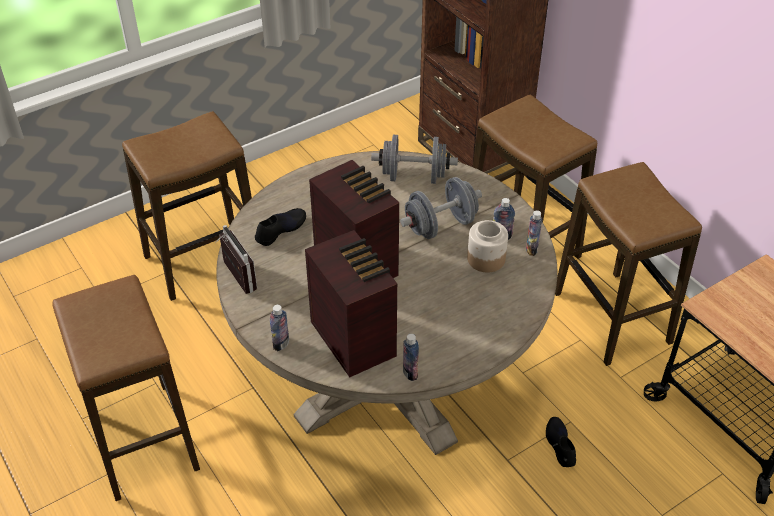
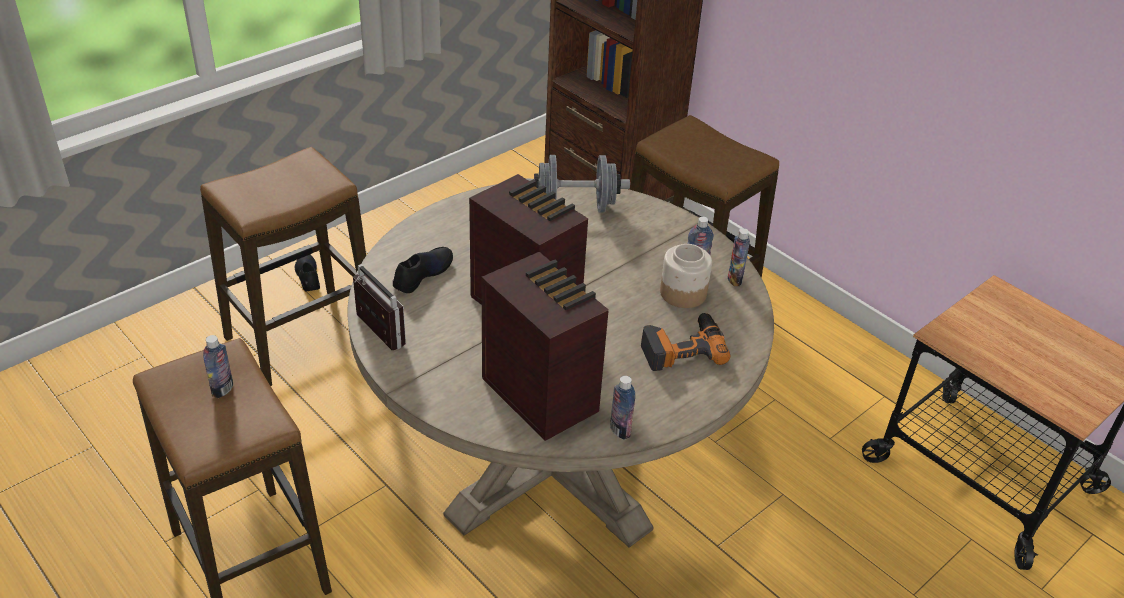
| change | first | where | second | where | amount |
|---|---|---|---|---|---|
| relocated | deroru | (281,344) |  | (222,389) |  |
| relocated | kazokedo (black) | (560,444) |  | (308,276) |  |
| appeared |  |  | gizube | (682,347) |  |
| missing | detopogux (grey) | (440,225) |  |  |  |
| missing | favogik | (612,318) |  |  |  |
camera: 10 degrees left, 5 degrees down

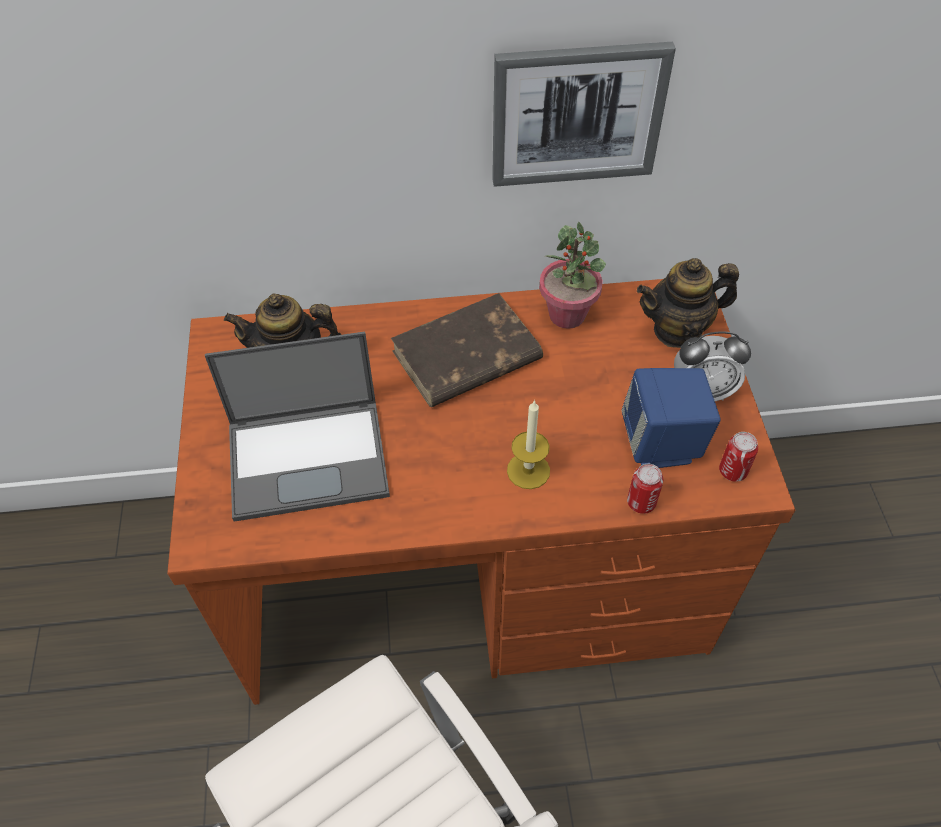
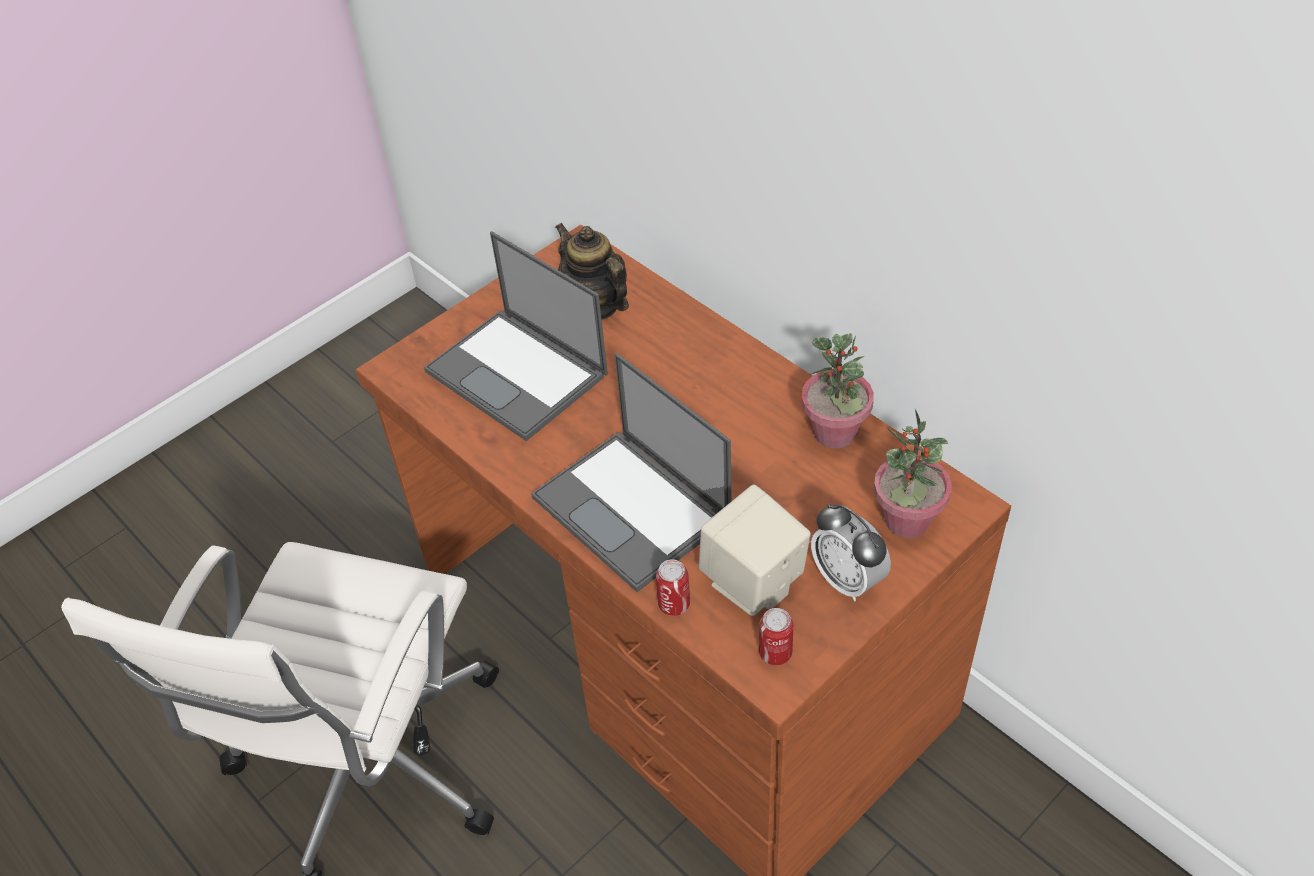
| change | first | where | second | where | amount |
|---|---|---|---|---|---|
| exchanged | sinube | (528,470) | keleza | (633,509) |  |
| colour | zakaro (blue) | (661,444) | zakaro (beige) | (753,583) |  |
| exchanged | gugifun | (678,330) | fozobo | (906,521) |  |
| missing | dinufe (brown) | (465,357) |  |  |  |
| missing | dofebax | (577,114) |  |  |  |
camera: 55 degrees right, 5 degrees down

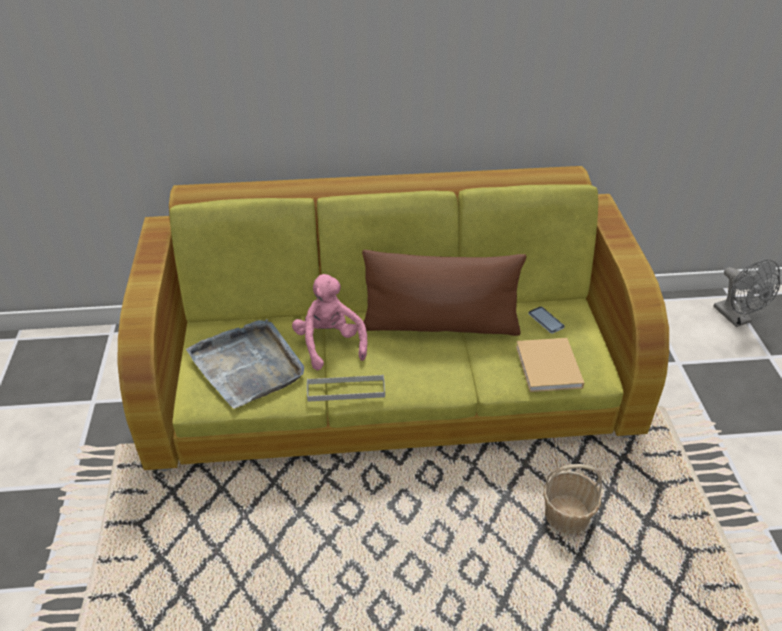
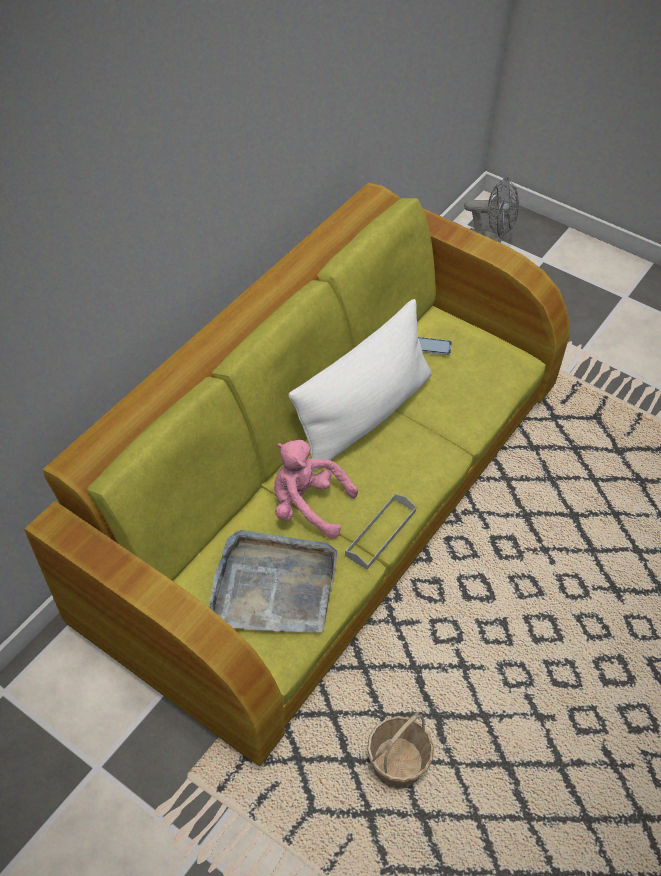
| change | first | where | second | where | amount |
|---|---|---|---|---|---|
| colour | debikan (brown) | (440,325) | debikan (white) | (365,414) |  |
| relocated | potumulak | (567,516) |  | (398,763) |  |
| missing | dinufe (beige) | (549,368) |  |  |  |
camera: 50 degrees left, 10 degrees up

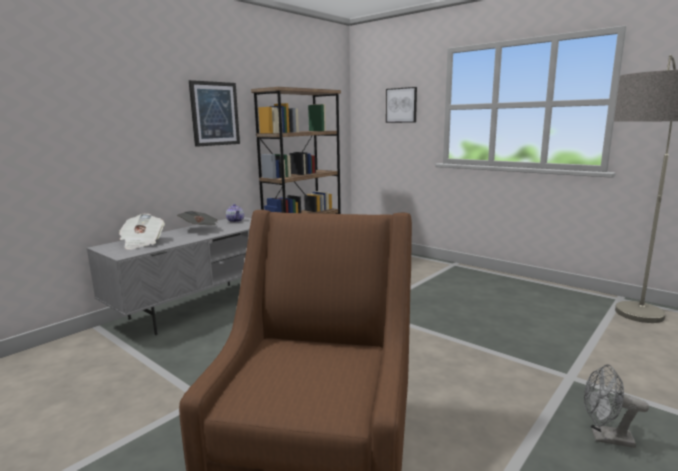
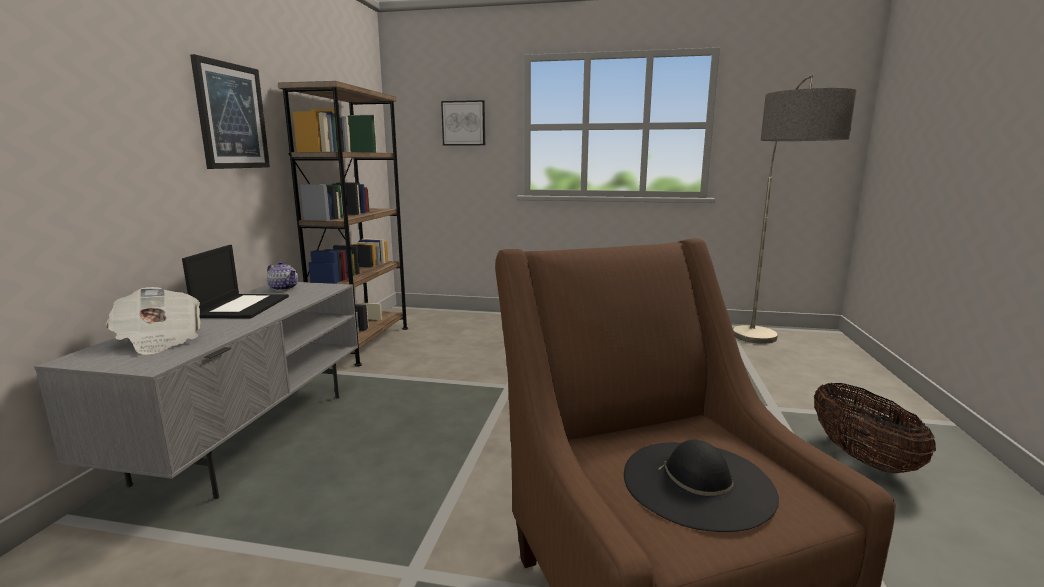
| change | first | where | second | where | amount |
|---|---|---|---|---|---|
| exchanged | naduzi | (200,229) | keleza | (242,306) |  |
| appeared |  |  | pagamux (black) | (698,483) |  |
| exchanged | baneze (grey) | (605,437) | potumulak | (861,457) |  |
camera: 30 degrees left, 0 degrees up

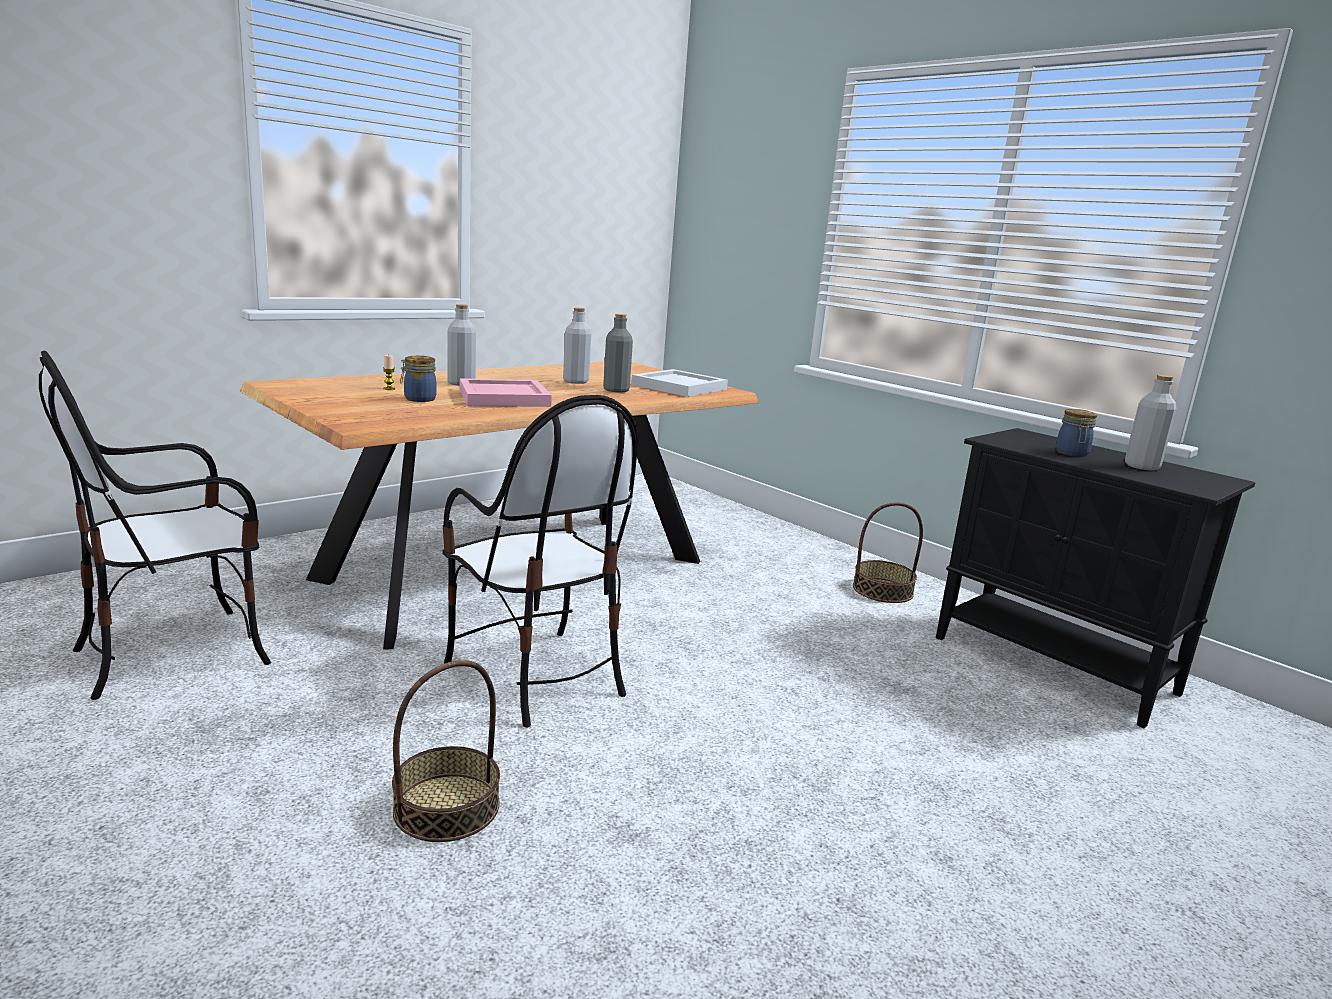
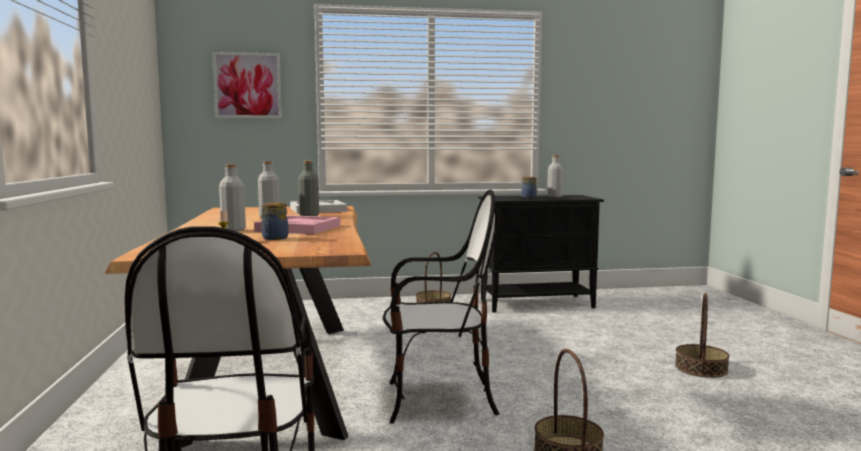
| change | first | where | second | where | amount |
|---|---|---|---|---|---|
| appeared |  |  | dofebax | (247,85) |  |
| appeared |  |  | potumulak | (701,368) |  |
camera: 55 degrees left, 10 degrees down

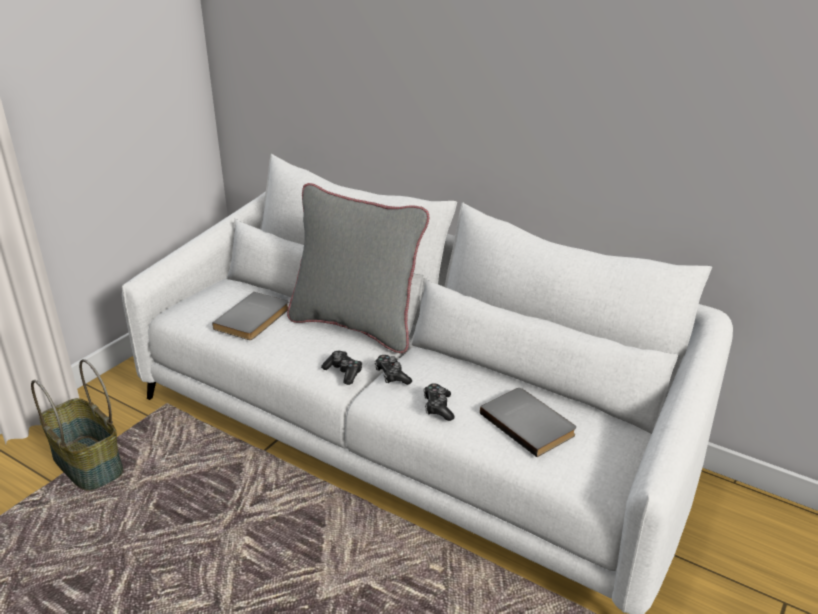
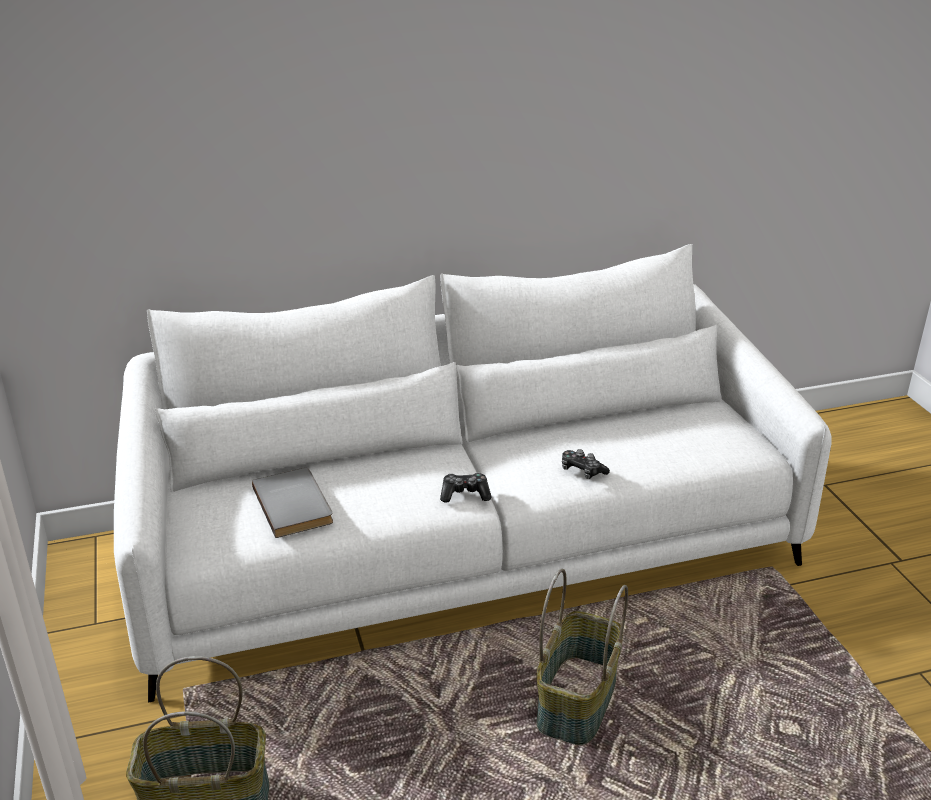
| change | first | where | second | where | amount |
|---|---|---|---|---|---|
| appeared |  |  | potumulak | (578,703) |  |
| missing | debikan (grey) | (356,325) |  |  |  |
| missing | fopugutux | (392,376) |  |  |  |
| missing | dinufe (grey) | (529,423) |  |  |  |
camera: 50 degrees left, 0 degrees up

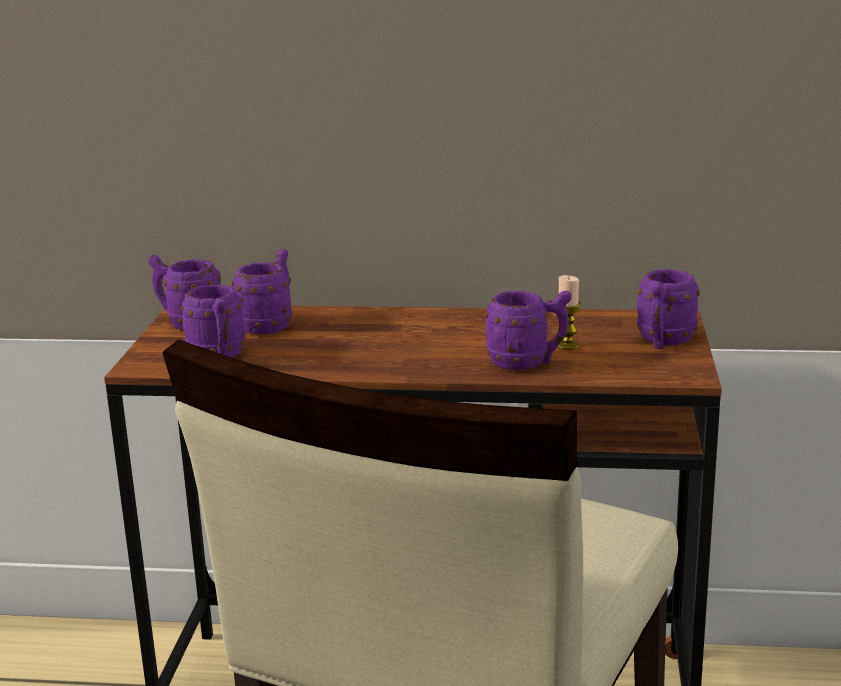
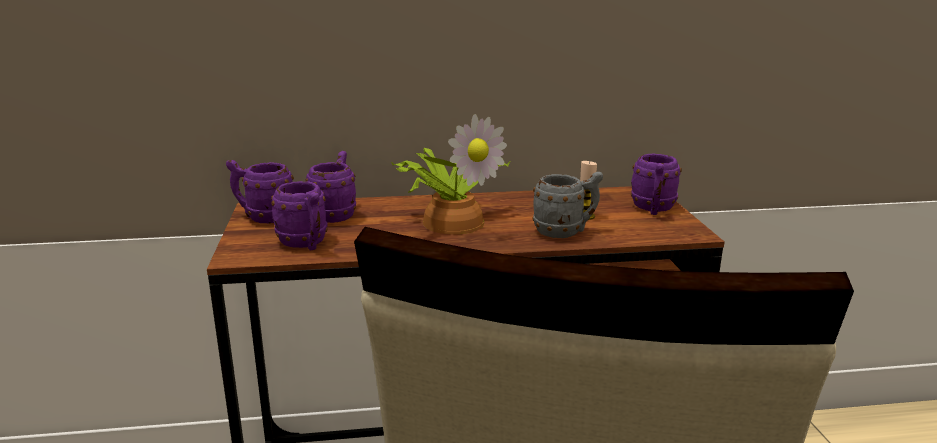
| change | first | where | second | where | amount |
|---|---|---|---|---|---|
| appeared |  |  | fozobo | (453,220) |  |
| colour | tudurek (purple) | (528,363) | tudurek (grey) | (566,232) |  |
camera: 15 degrees left, 0 degrees up

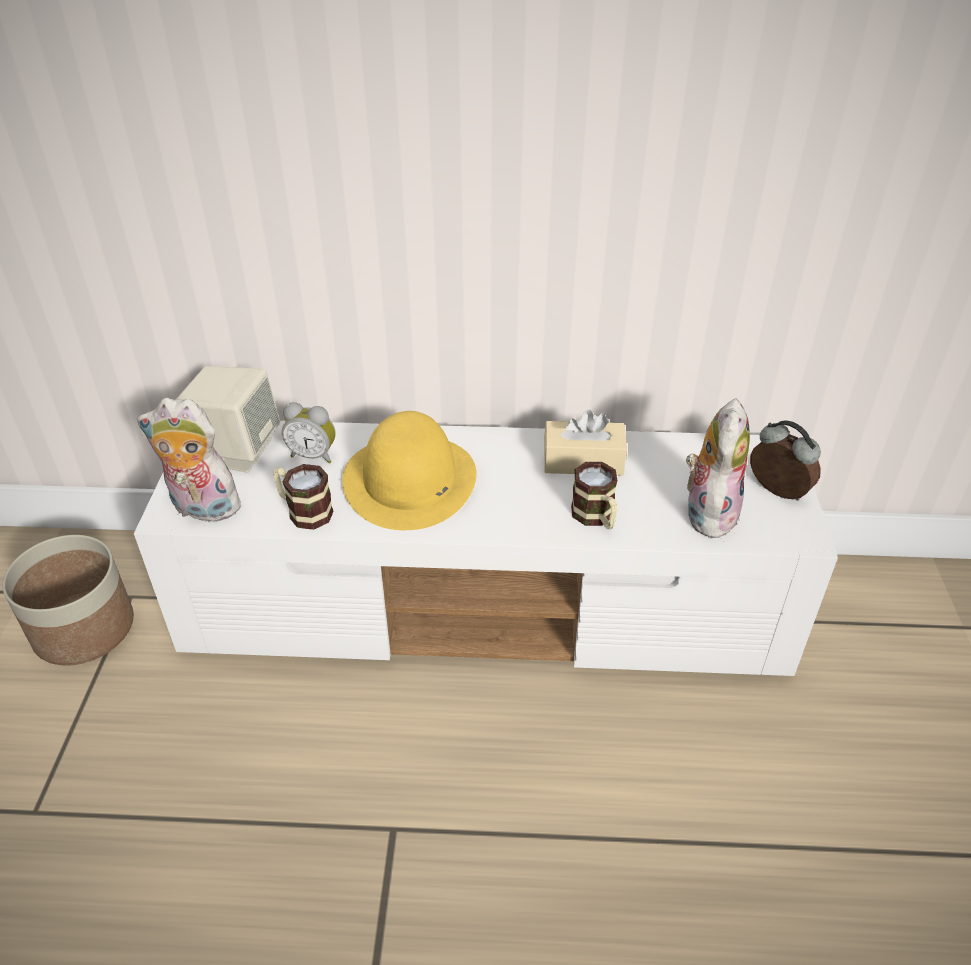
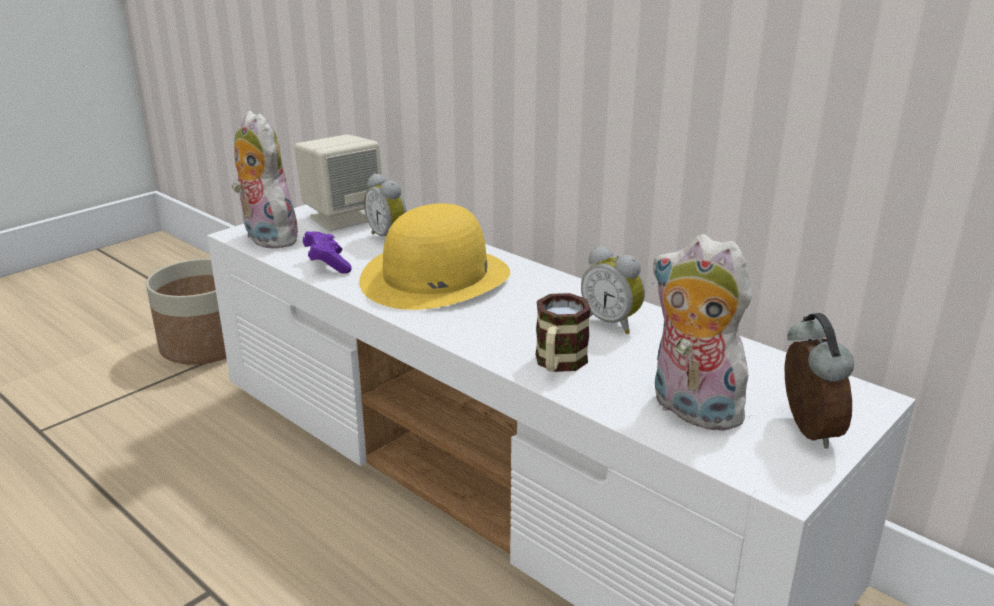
| change | first | where | second | where | amount |
|---|---|---|---|---|---|
| exchanged | tudurek | (304,511) | fopugutux (purple) | (327,264) |  |
| exchanged | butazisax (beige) | (583,461) | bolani | (612,323) |  |
| spun | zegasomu | (708,511) |  | (690,410) | 105 degrees counterclockwise |
camera: 40 degrees right, 15 degrees down

